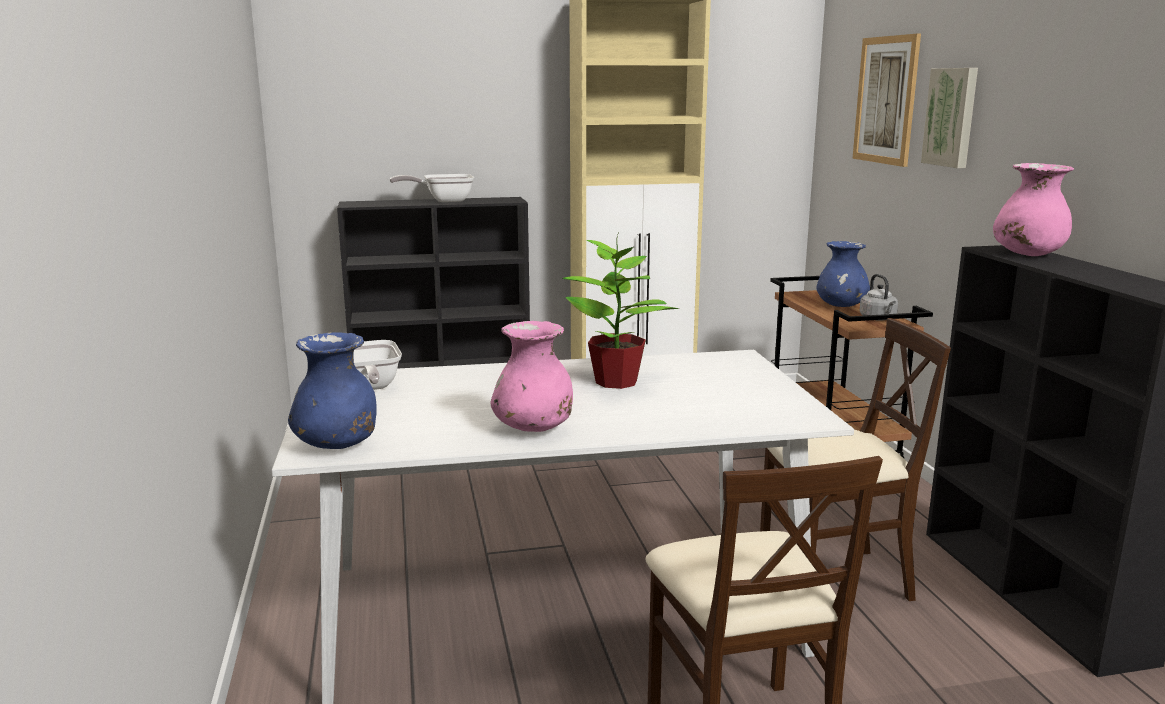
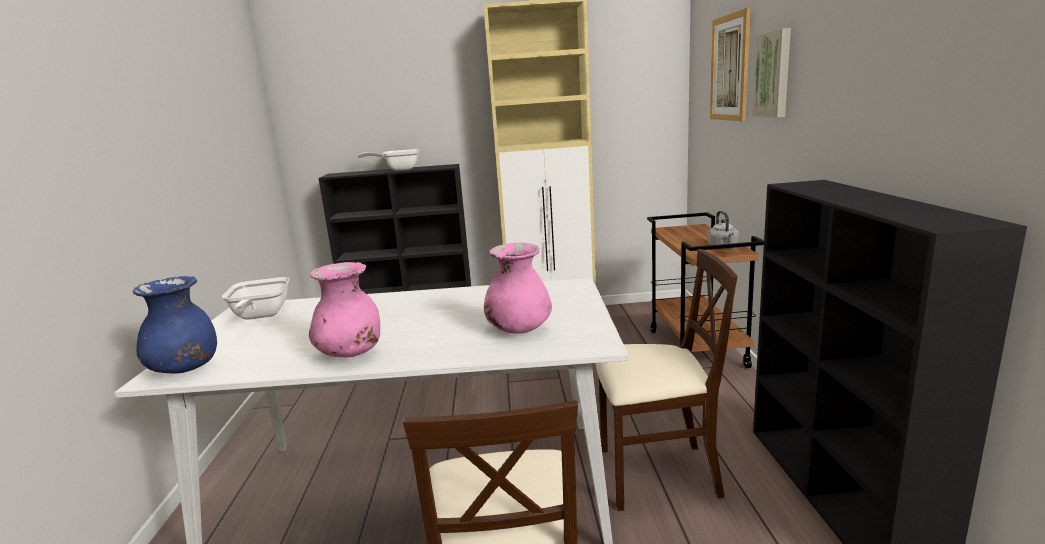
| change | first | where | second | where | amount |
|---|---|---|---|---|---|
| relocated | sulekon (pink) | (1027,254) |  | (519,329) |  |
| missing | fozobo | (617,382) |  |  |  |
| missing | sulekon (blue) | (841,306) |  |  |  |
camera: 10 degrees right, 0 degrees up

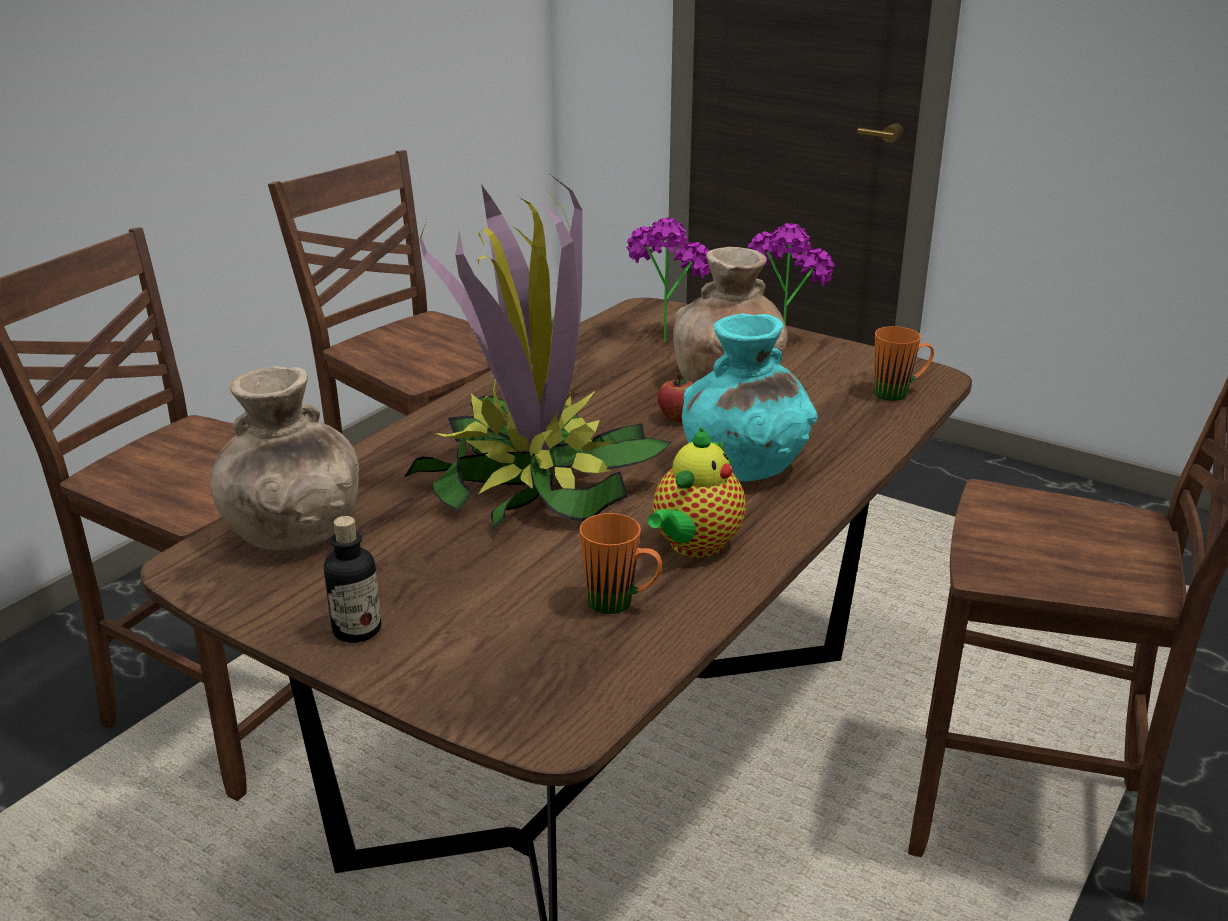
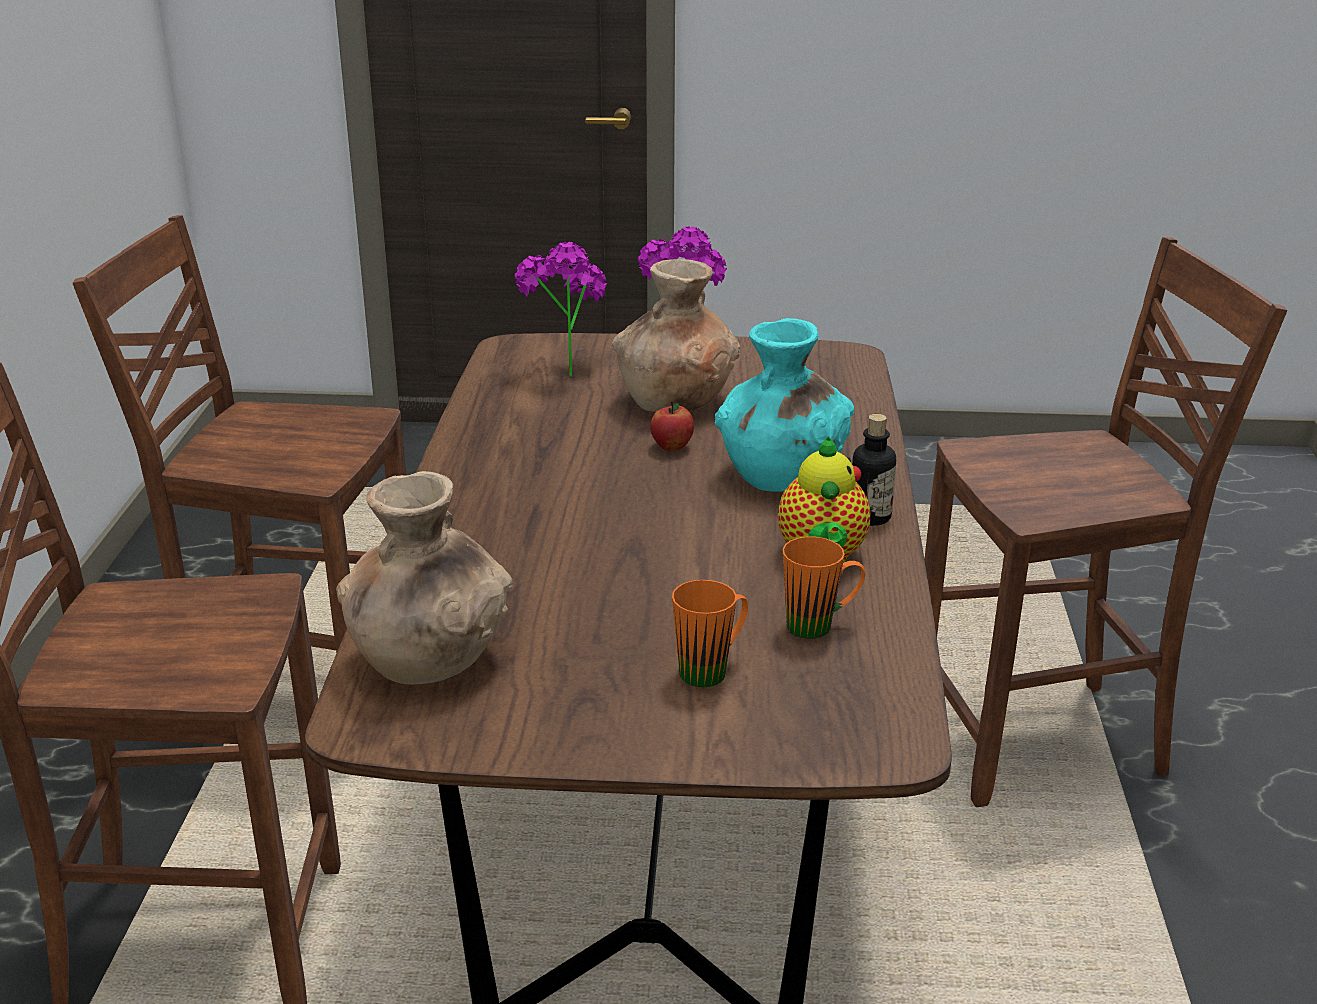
| change | first | where | second | where | amount |
|---|---|---|---|---|---|
| relocated | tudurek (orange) | (899,393) |  | (712,669) |  |
| relocated | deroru | (357,630) |  | (870,517) |  |
| missing | fozobo | (532,481) |  |  |  |
camera: 30 degrees left, 0 degrees up

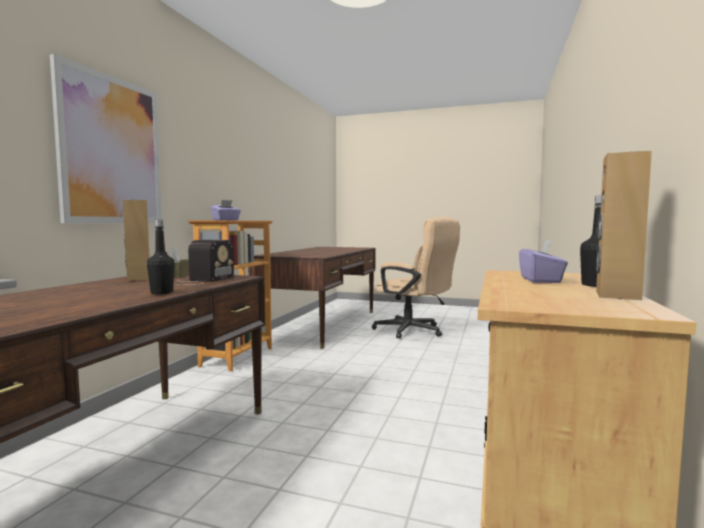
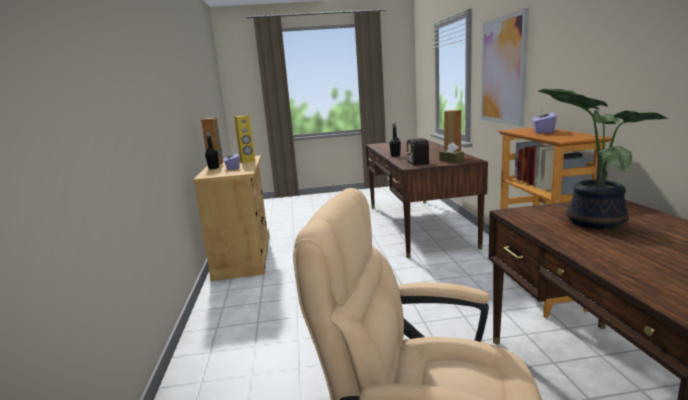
| change | first | where | second | where | amount |
|---|---|---|---|---|---|
| appeared |  |  | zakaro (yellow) | (247,161) |  |
| appeared |  |  | fozobo | (592,221) |  |
camera: 155 degrees right, 10 degrees up

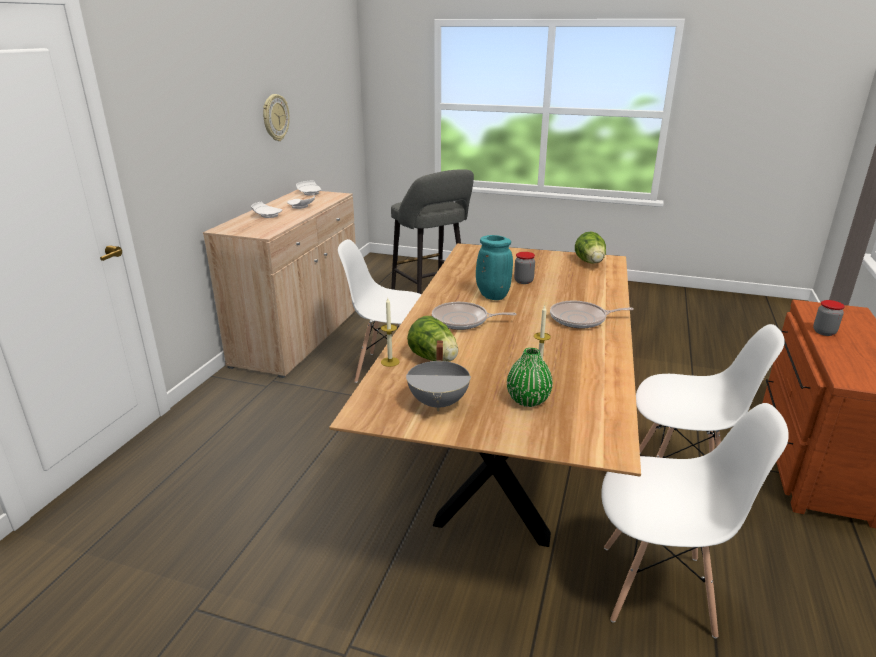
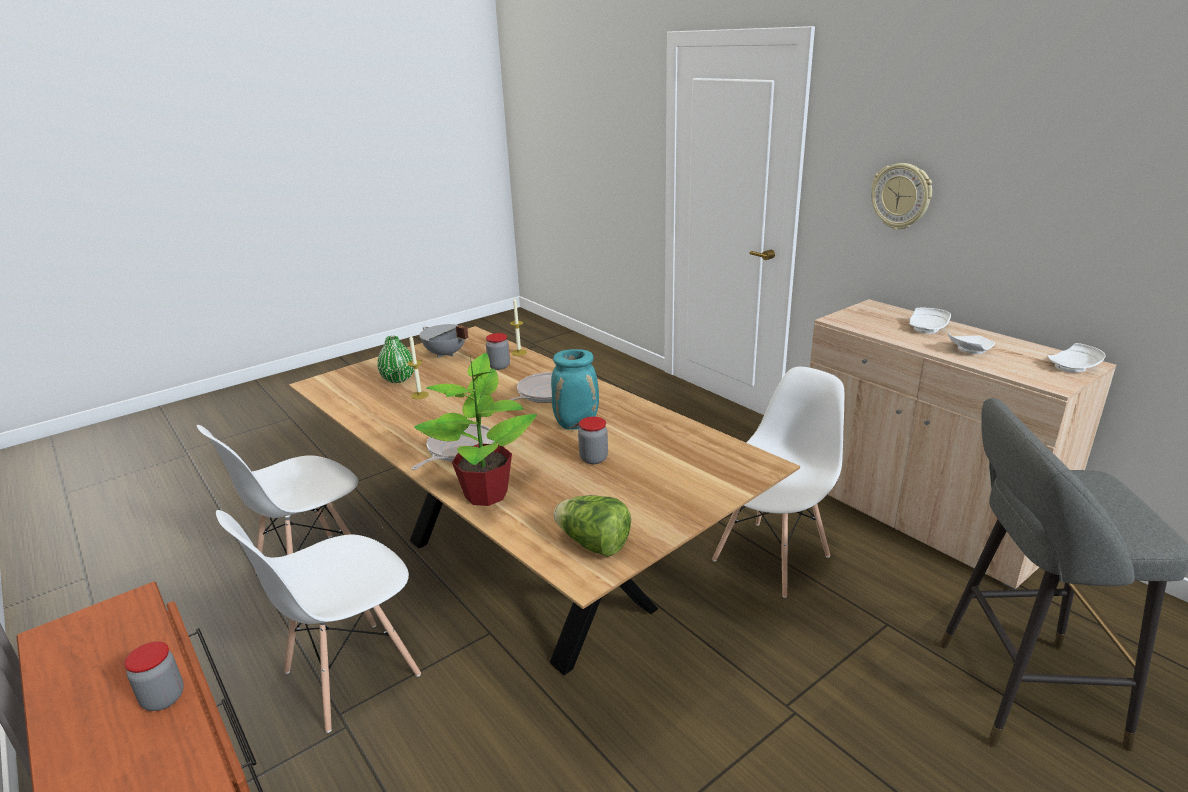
| change | first | where | second | where | amount |
|---|---|---|---|---|---|
| appeared |  |  | fozobo | (486,493) |  |
| exchanged | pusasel | (434,359) | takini | (499,366) |  |
| relocated | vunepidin | (275,117) |  | (901,196) |  |
camera: 125 degrees right, 0 degrees up

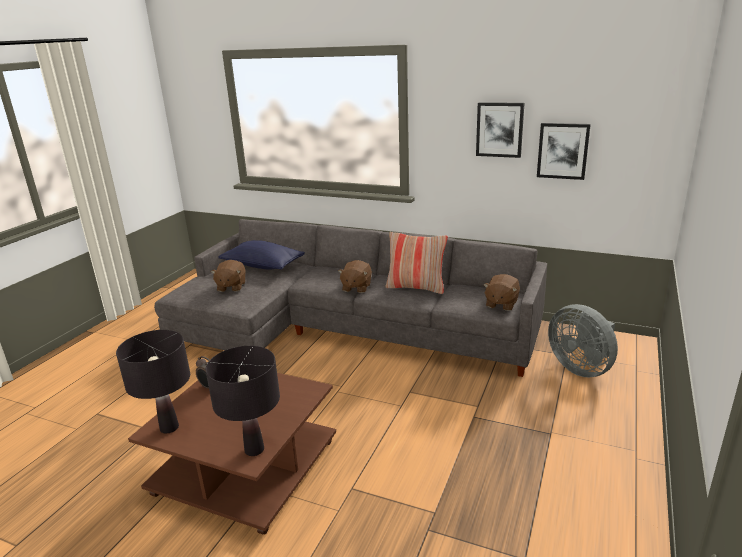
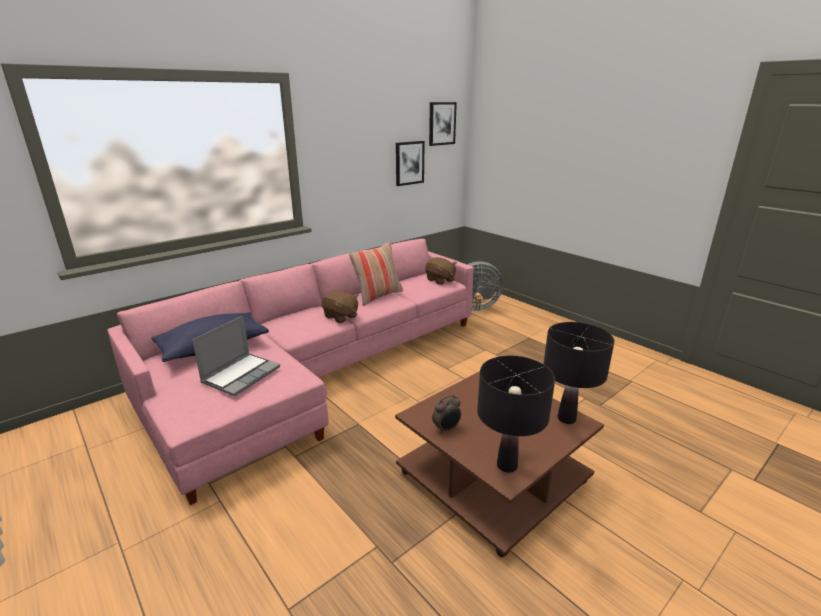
| change | first | where | second | where | amount |
|---|---|---|---|---|---|
| colour | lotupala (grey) | (342,328) | lotupala (pink) | (314,371) |  |
| exchanged | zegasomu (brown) | (231,287) | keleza | (241,375) |  |
| relocated | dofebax | (499,129) |  | (441,123) |  |
camera: 65 degrees left, 0 degrees up

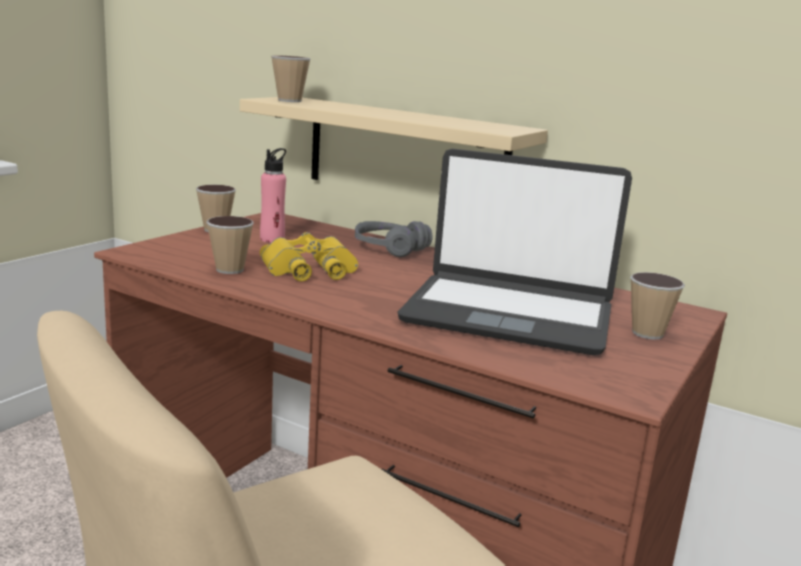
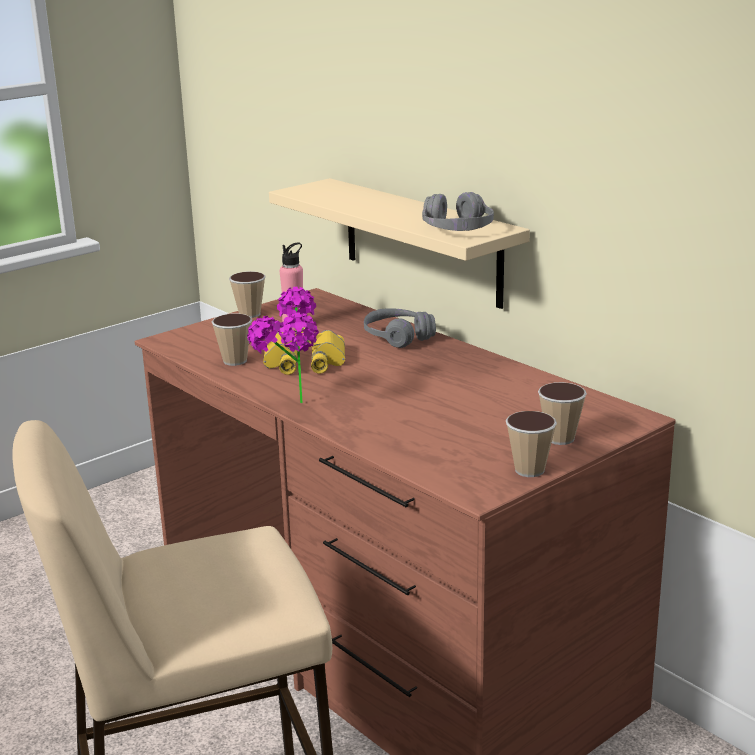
| change | first | where | second | where | amount |
|---|---|---|---|---|---|
| appeared |  |  | fozobo | (292,408) |  |
| appeared |  |  | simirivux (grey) | (457,229) |  |
| relocated | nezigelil | (289,100) |  | (529,470) |  |
| missing | keleza | (508,315) |  |  |  |
camera: 20 degrees right, 5 degrees up

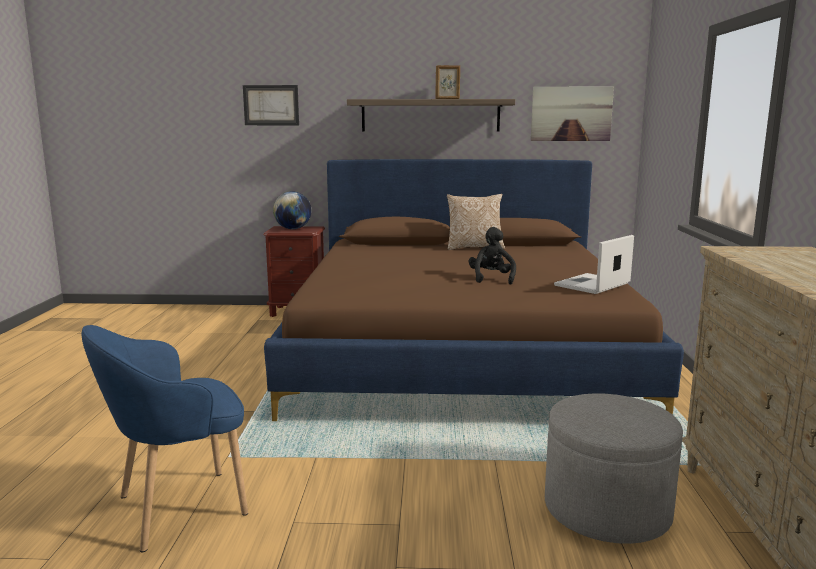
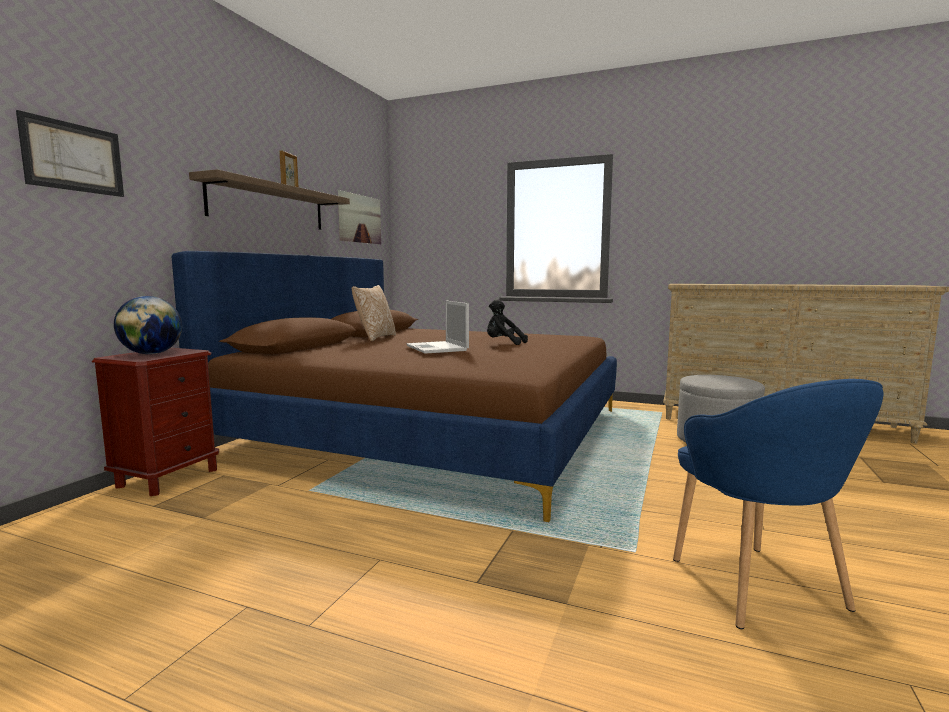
| change | first | where | second | where | amount |
|---|---|---|---|---|---|
| relocated | keleza | (591,285) |  | (437,348) |  |
camera: 70 degrees left, 5 degrees down

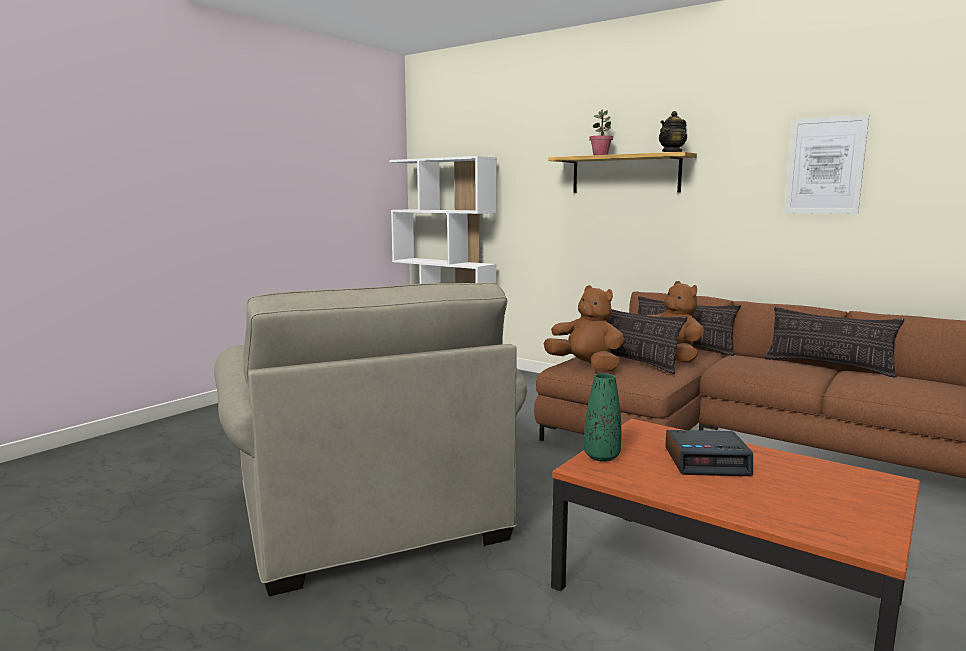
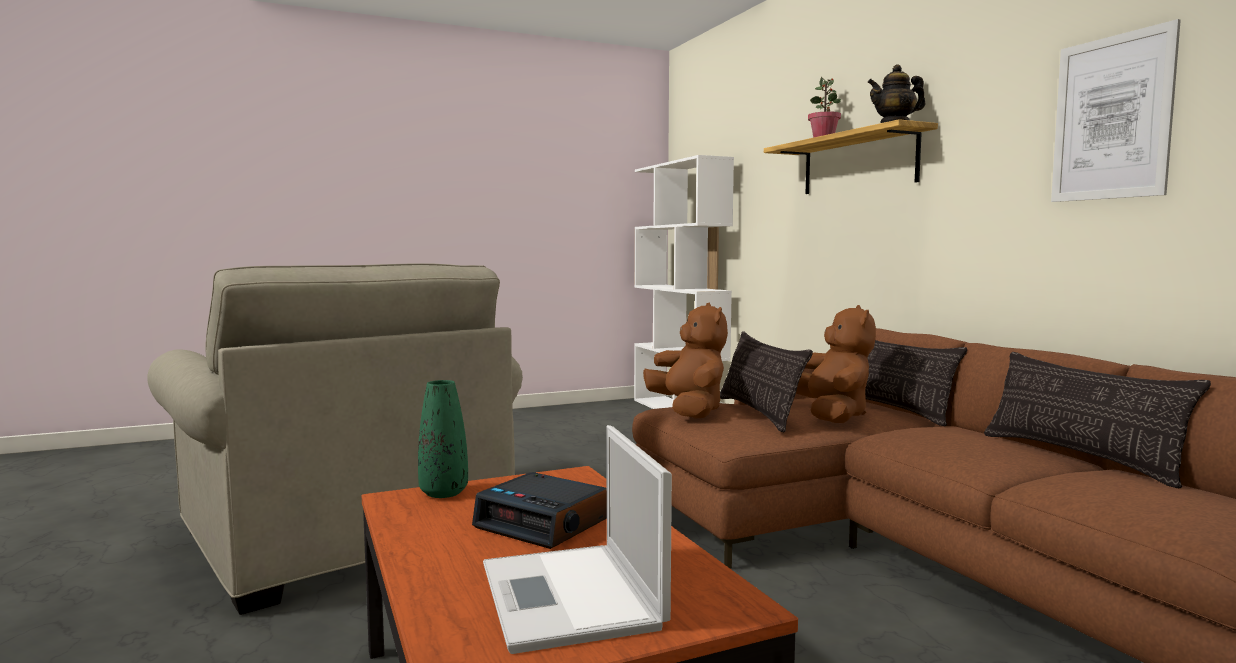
| change | first | where | second | where | amount |
|---|---|---|---|---|---|
| spun | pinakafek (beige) | (368,514) |  | (344,535) | 45 degrees counterclockwise |
| appeared |  |  | keleza | (571,597) |  |
camera: 30 degrees right, 5 degrees down

